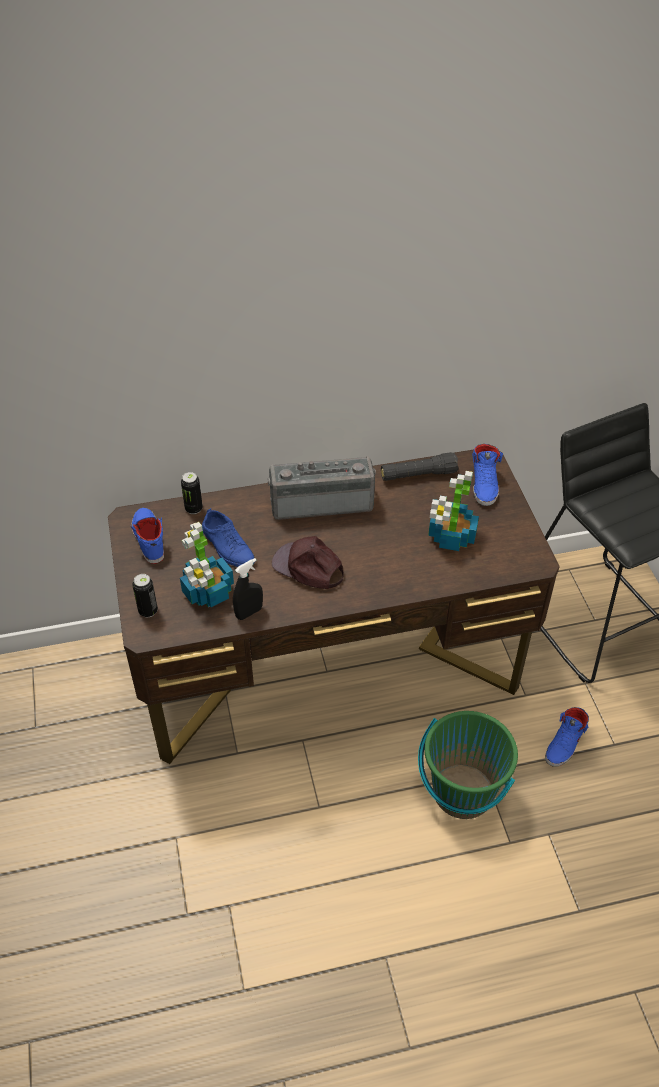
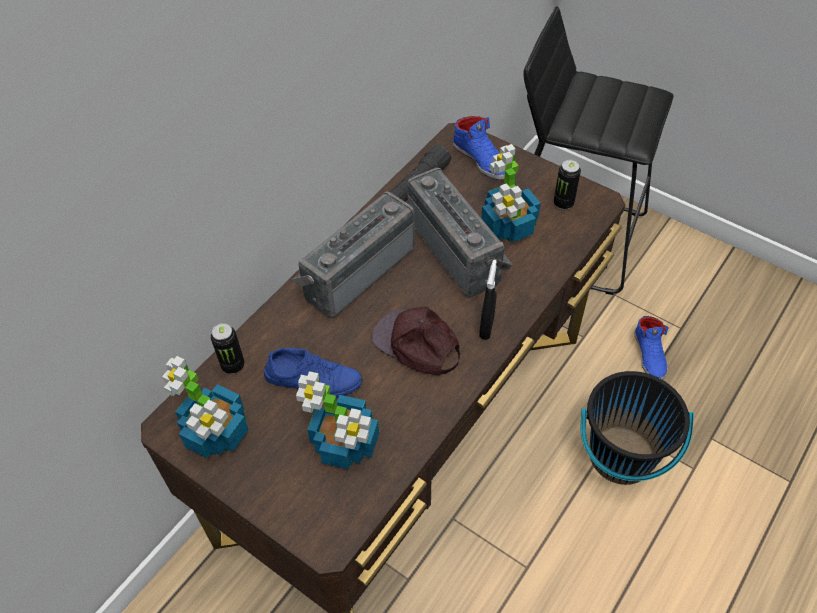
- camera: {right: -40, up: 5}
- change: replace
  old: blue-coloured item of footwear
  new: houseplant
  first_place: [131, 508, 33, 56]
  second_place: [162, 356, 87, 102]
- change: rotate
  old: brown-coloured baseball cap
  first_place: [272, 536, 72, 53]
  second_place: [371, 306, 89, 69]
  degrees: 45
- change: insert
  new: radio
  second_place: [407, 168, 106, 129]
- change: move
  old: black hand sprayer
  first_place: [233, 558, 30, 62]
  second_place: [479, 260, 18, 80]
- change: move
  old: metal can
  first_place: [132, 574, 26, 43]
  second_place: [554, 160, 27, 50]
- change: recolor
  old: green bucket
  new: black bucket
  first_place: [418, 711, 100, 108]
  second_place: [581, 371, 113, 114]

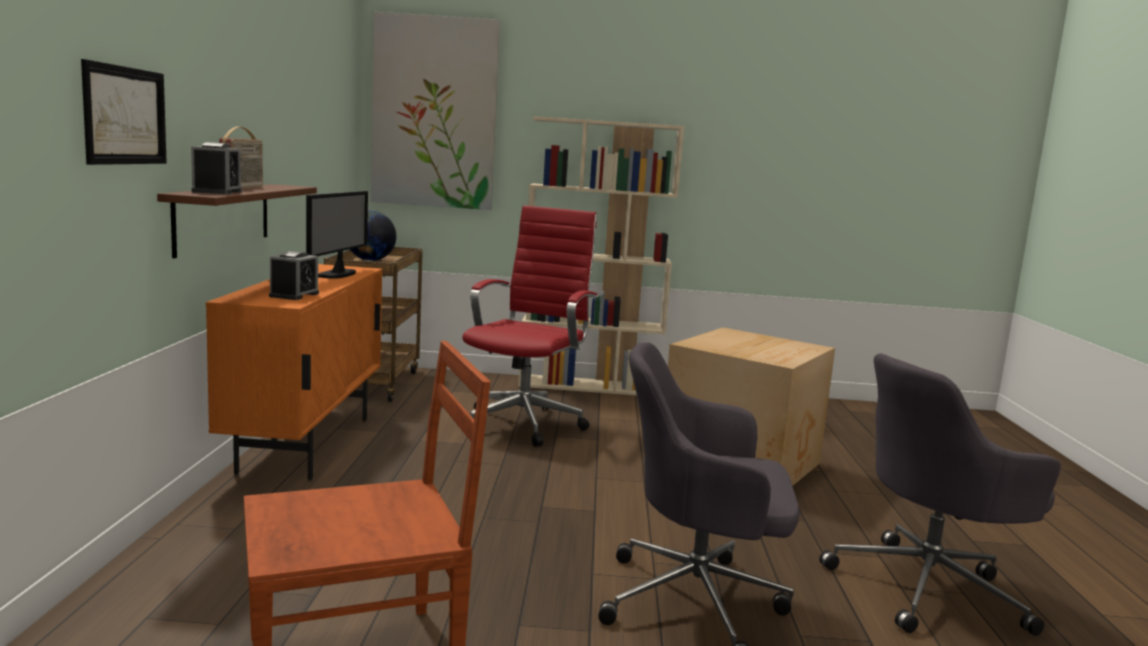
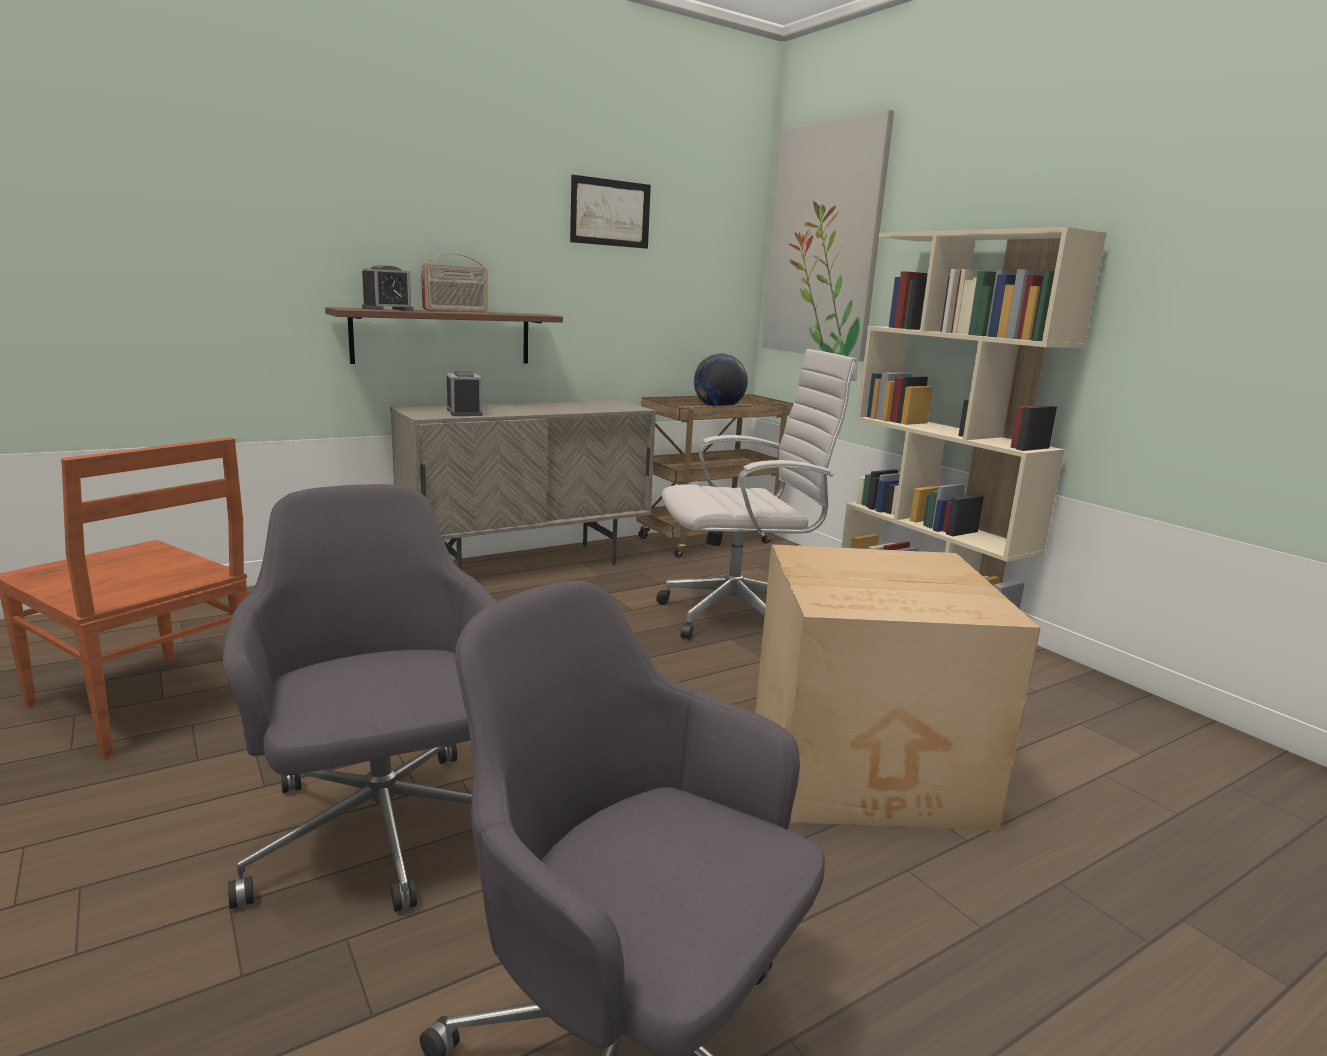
- camera: {right: 55, up: 5}
- change: recolor
  old: orange-coloured cupboard
  new: beige-coloured cupboard
  first_place: [206, 264, 176, 217]
  second_place: [390, 400, 266, 170]
- change: rotate
  old: alarm clock
  first_place: [269, 251, 50, 49]
  second_place: [446, 371, 37, 45]
  degrees: -90
- change: move
  old: wall picture
  first_place: [81, 59, 86, 106]
  second_place: [570, 175, 81, 74]
- change: recolor
  old: red-coloured computer chair
  new: whitish computer chair
  first_place: [462, 206, 136, 241]
  second_place: [656, 349, 201, 291]
- change: delete
  old: monitor
  first_place: [306, 191, 62, 88]

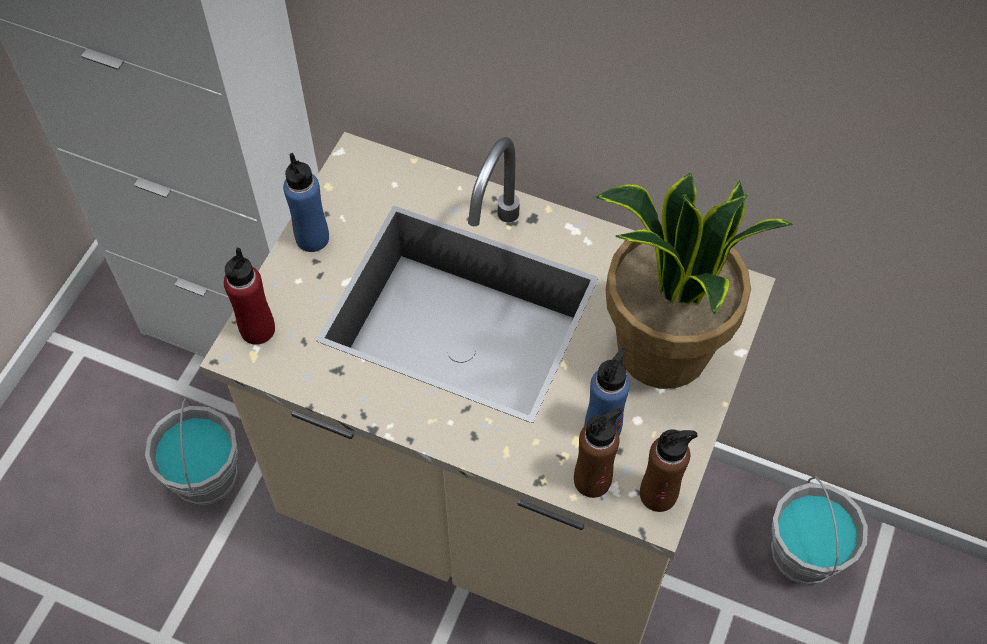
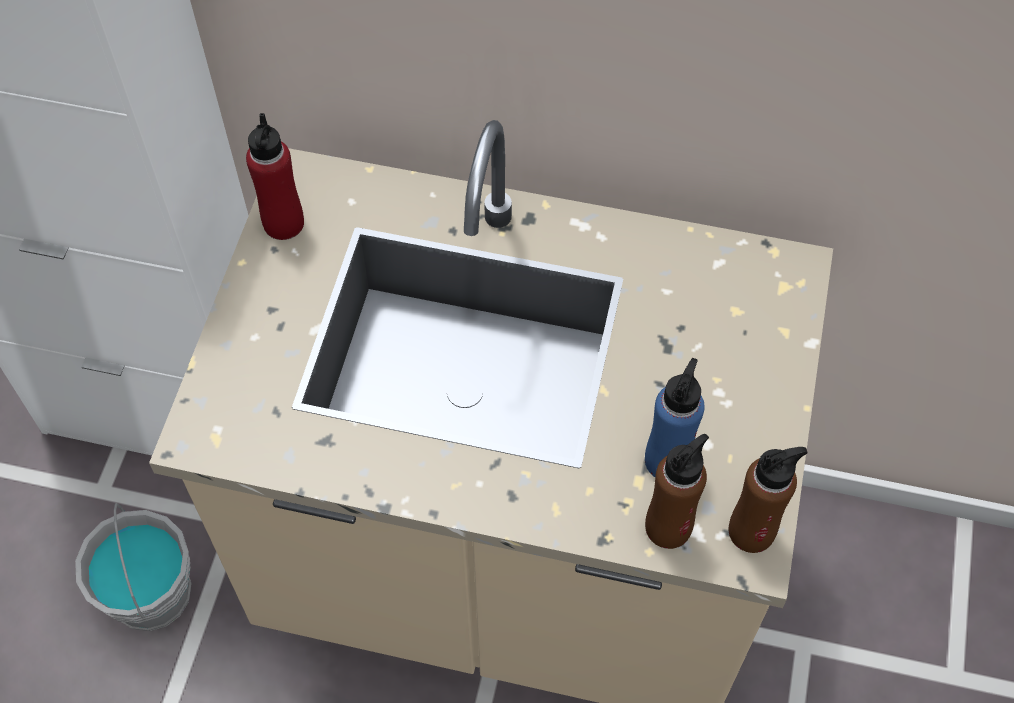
- camera: {right: -10, up: 0}
- change: move
  old: red-coloured beverage bottle
  first_place: [224, 248, 51, 97]
  second_place: [246, 113, 58, 127]
- change: delete
  old: blue-coloured beverage bottle
  first_place: [283, 153, 46, 99]
- change: delete
  old: houseplant
  first_place: [595, 173, 199, 216]
- change: delete
  old: greyish bucket
  first_place: [771, 476, 97, 109]

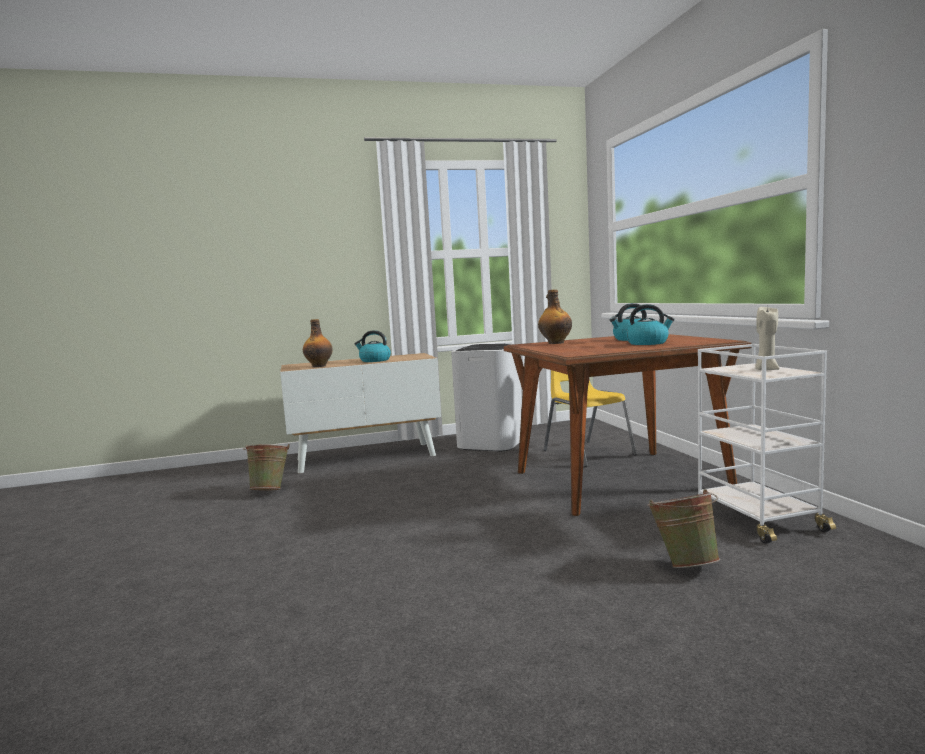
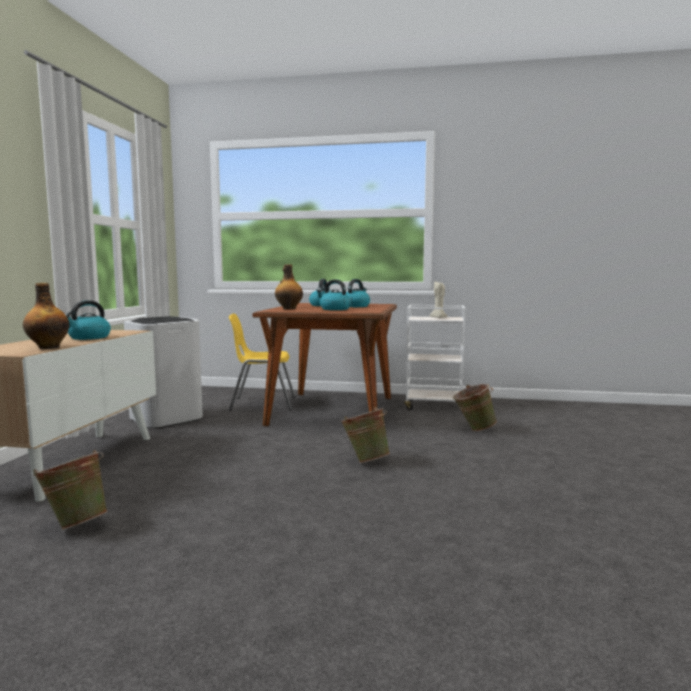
- camera: {right: -65, up: 0}
- change: insert
  new: water kettle
  second_place: [320, 279, 31, 31]
- change: insert
  new: green bucket
  second_place: [340, 407, 50, 56]

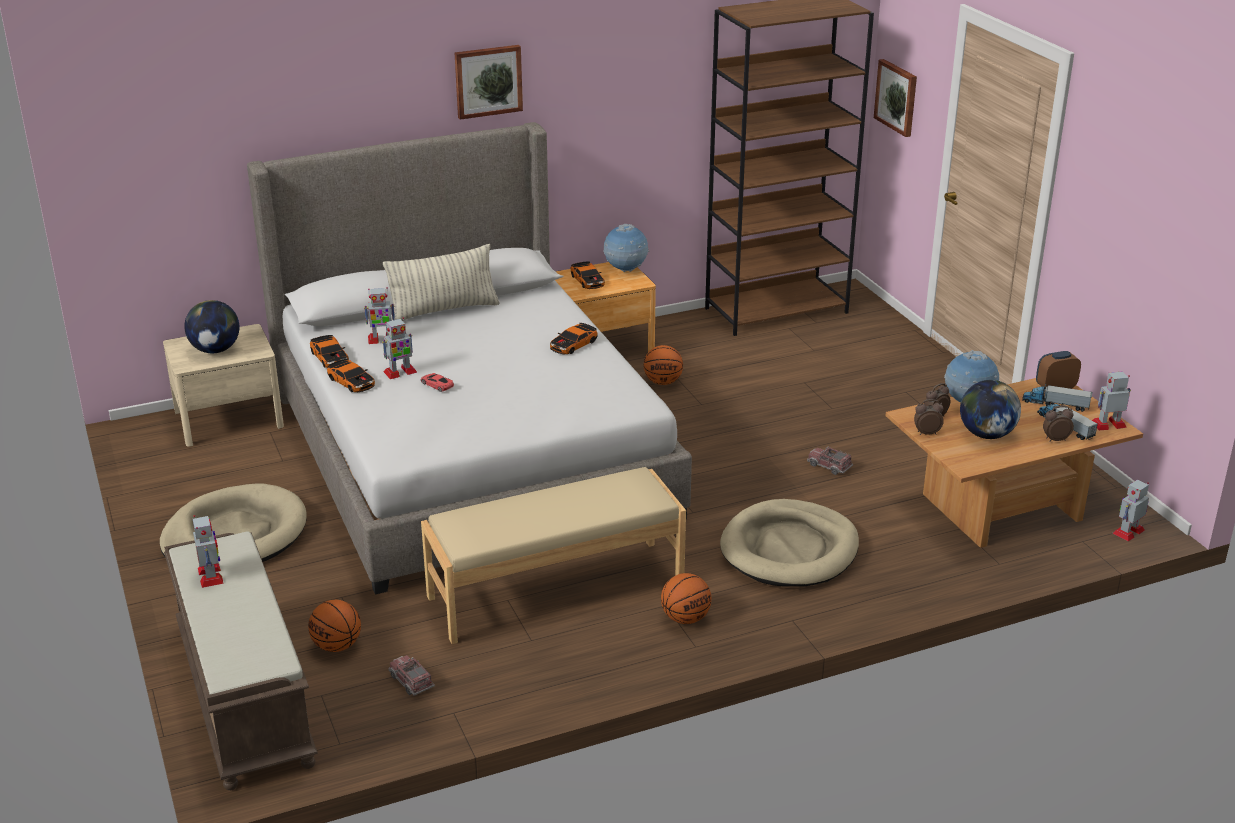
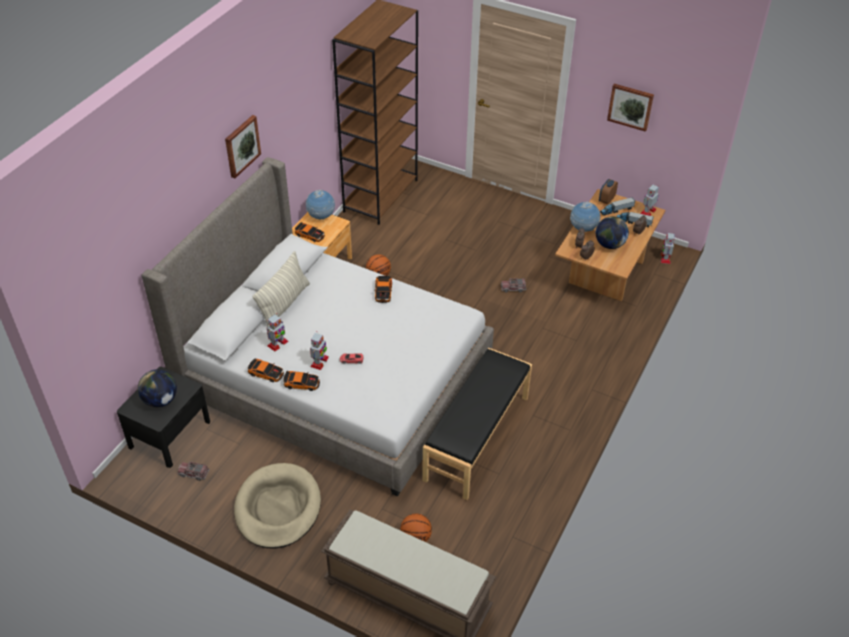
- camera: {right: -40, up: 15}
- change: recolor
  old: beige-coloured nightstand
  new: black nightstand
  first_place: [163, 324, 121, 123]
  second_place: [117, 366, 93, 102]
- change: move
  old: model truck
  first_place: [389, 655, 46, 41]
  second_place: [178, 462, 32, 19]
- change: recolor
  old: beige-coloured indoor bench
  new: black indoor bench
  first_place: [421, 467, 265, 177]
  second_place: [422, 348, 110, 152]
- change: move
  old: wall picture
  first_place: [874, 59, 43, 78]
  second_place: [607, 84, 47, 48]
- change: delete
  old: toy robot
  first_place: [193, 515, 30, 73]
- change: delete
  old: ball for basketball
  first_place: [661, 573, 50, 51]
- change: delete
  old: beige-coloured dog bed
  first_place: [720, 499, 139, 88]

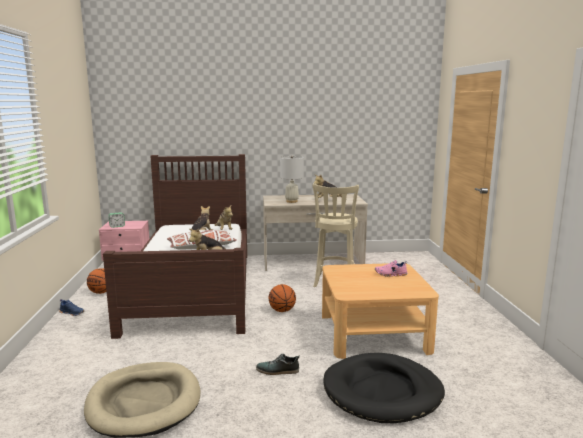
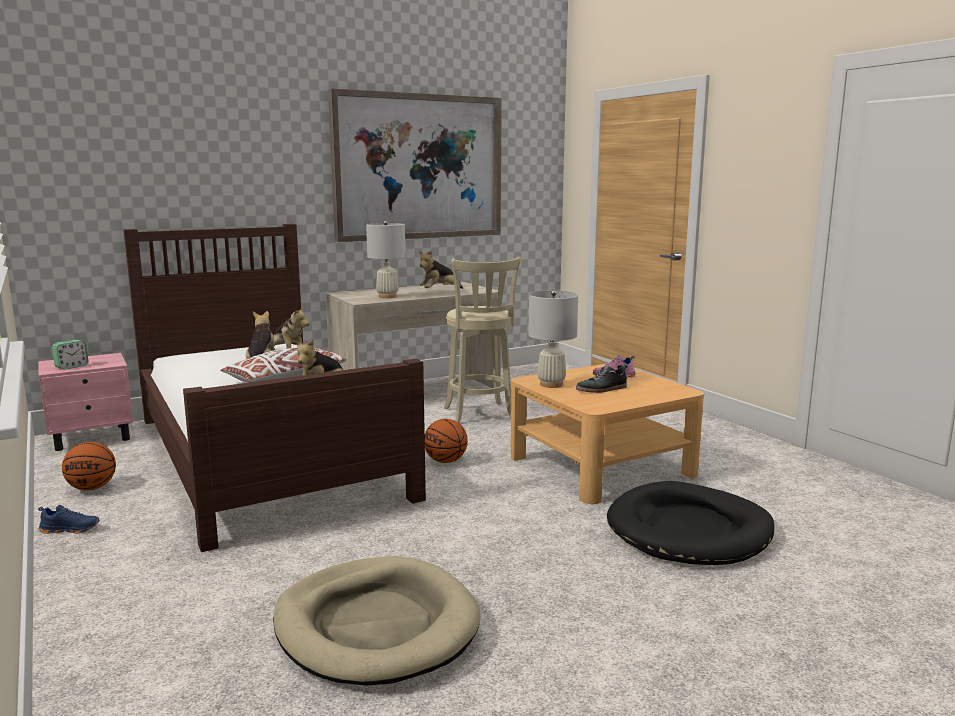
- camera: {right: -25, up: 0}
- change: insert
  new: wall picture
  second_place: [328, 89, 174, 153]
- change: insert
  new: whitish lamp for a table
  second_place: [528, 290, 50, 98]
- change: move
  old: item of footwear
  first_place: [256, 354, 44, 21]
  second_place: [576, 365, 51, 28]

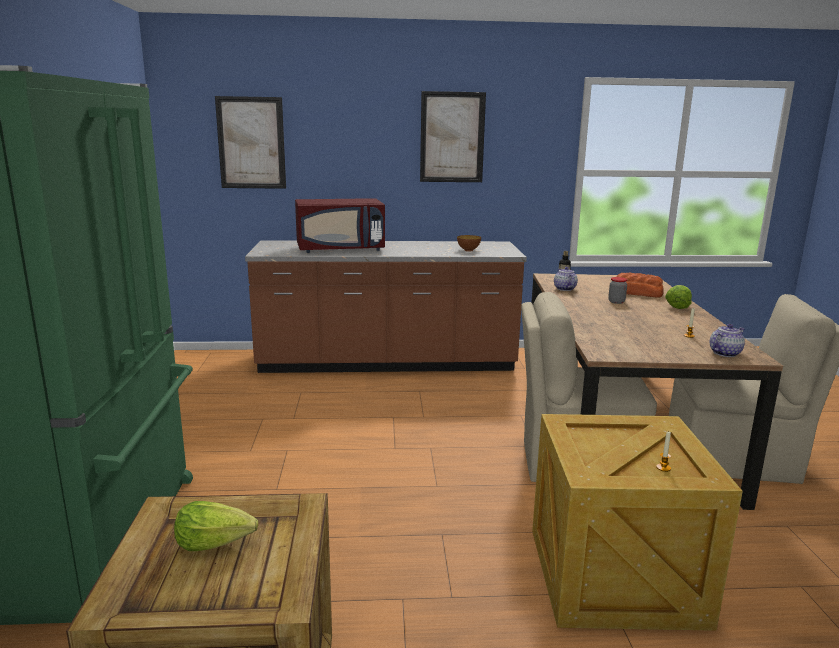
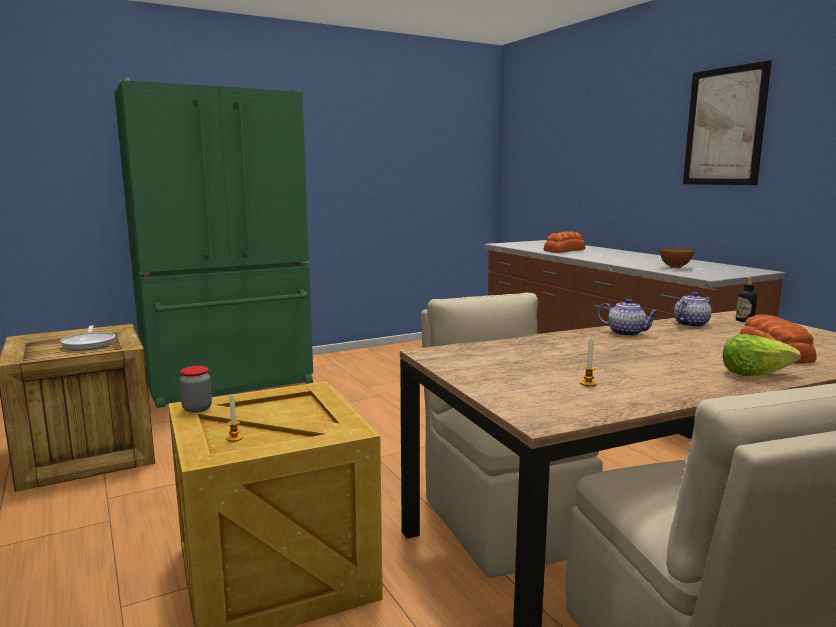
- camera: {right: 65, up: -5}
- change: replace
  old: lettuce
  new: pan
  first_place: [174, 501, 84, 50]
  second_place: [60, 325, 55, 25]
- change: move
  old: preserve jar
  first_place: [608, 277, 19, 27]
  second_place: [179, 366, 33, 47]
- change: replace
  old: red-coloured microwave
  new: baked bread
  first_place: [295, 199, 90, 54]
  second_place: [543, 231, 42, 21]
- change: move
  old: tea pot
  first_place: [710, 324, 35, 33]
  second_place: [597, 298, 63, 38]
- change: delete
  old: wall picture
  first_place: [215, 96, 71, 93]

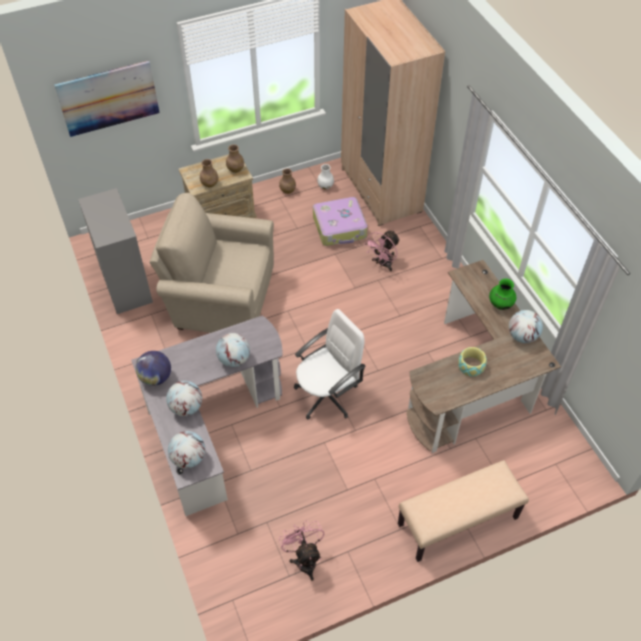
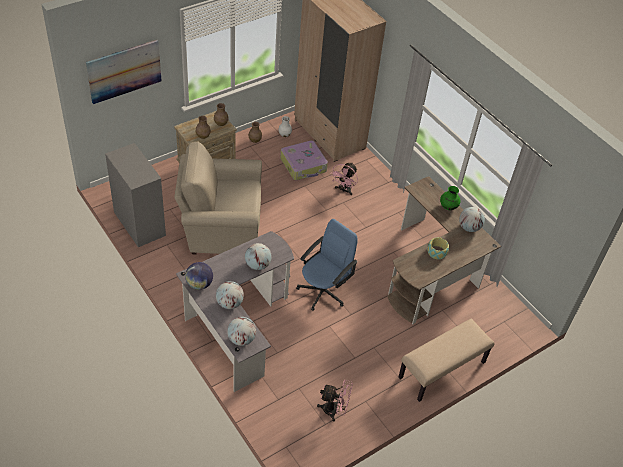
- camera: {right: -15, up: -5}
- change: recolor
  old: whitish computer chair
  new: blue-coloured computer chair
  first_place: [294, 309, 72, 111]
  second_place: [296, 219, 62, 92]
- change: rotate
  old: pink-coloured fan
  first_place: [279, 520, 45, 61]
  second_place: [317, 380, 36, 42]
  degrees: 135

